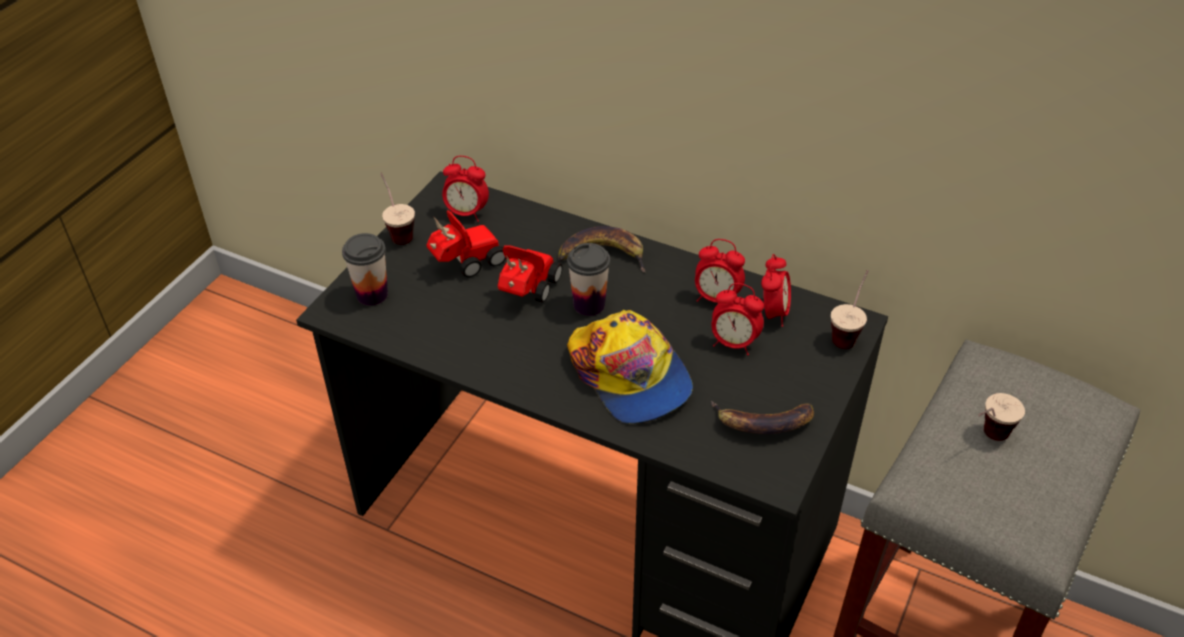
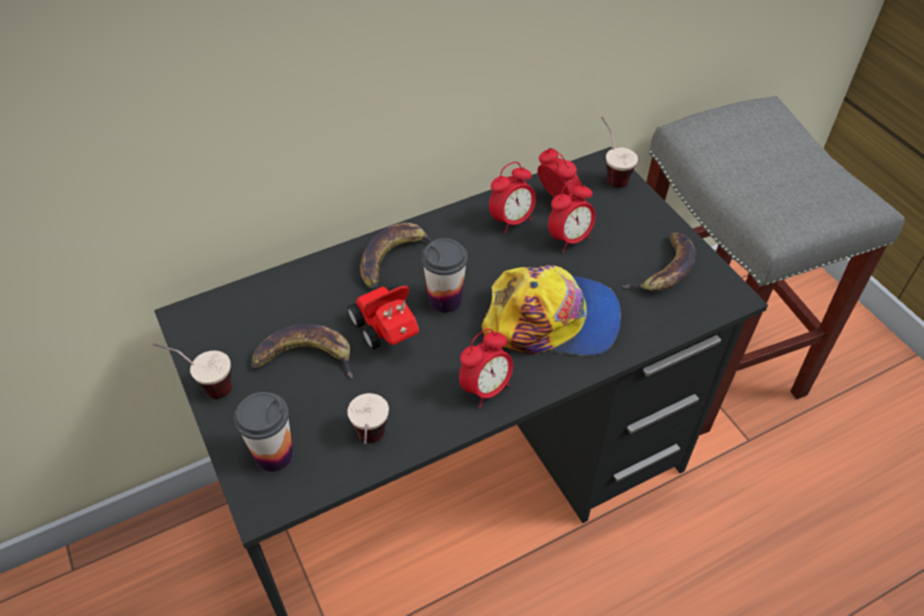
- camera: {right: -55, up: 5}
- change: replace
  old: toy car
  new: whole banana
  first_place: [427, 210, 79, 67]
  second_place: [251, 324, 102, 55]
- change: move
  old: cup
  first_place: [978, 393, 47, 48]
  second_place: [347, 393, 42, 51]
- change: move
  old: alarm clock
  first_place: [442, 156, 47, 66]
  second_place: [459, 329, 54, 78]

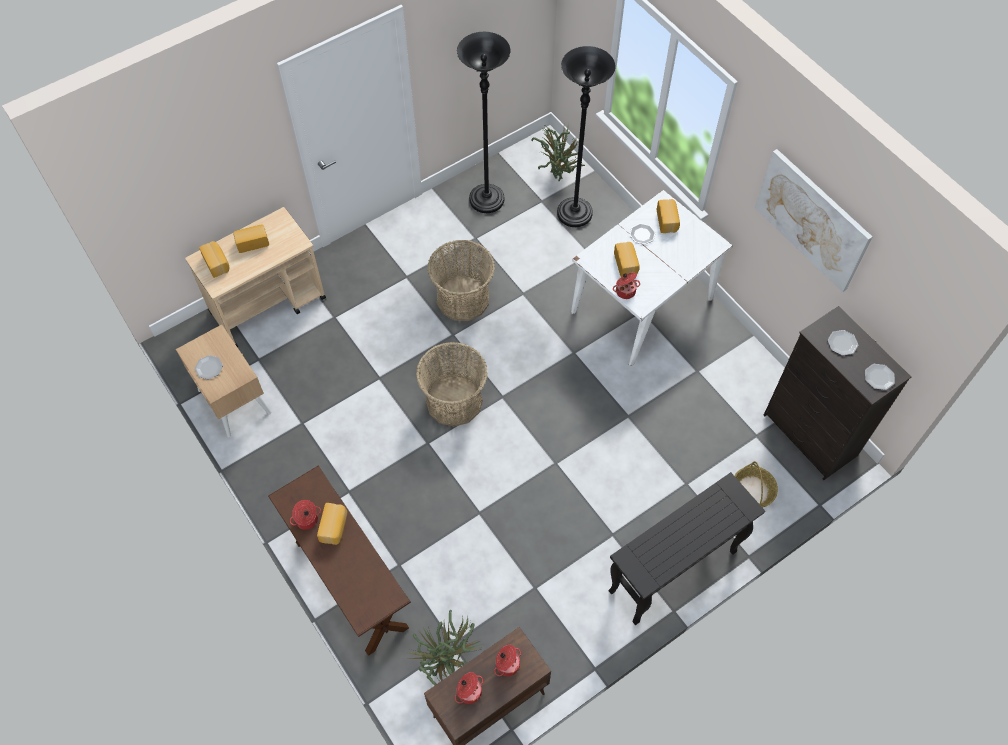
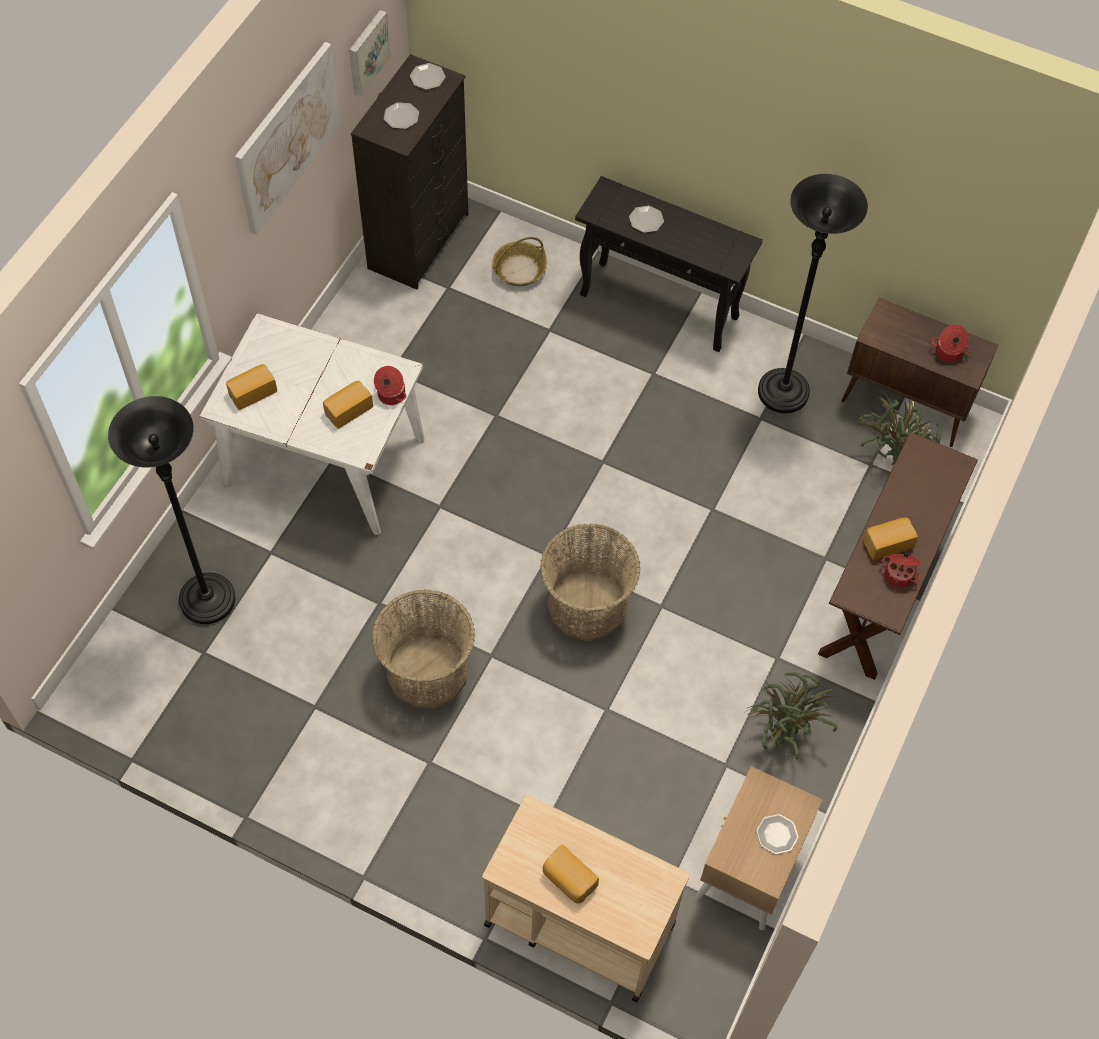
- camera: {right: -120, up: 0}
- change: insert
  new: wall picture
  second_place: [349, 10, 42, 87]
- change: move
  old: dinner plate
  first_place: [629, 223, 27, 22]
  second_place: [629, 205, 35, 28]
- change: move
  old: houseplant
  first_place: [531, 123, 54, 58]
  second_place: [745, 672, 95, 88]
- change: move
  old: black standing lamp
  first_place: [457, 32, 54, 181]
  second_place: [758, 174, 110, 239]
- change: delete
  old: baked bread
  first_place: [199, 241, 30, 37]
- change: delete
  old: saucepot
  first_place: [494, 645, 27, 31]

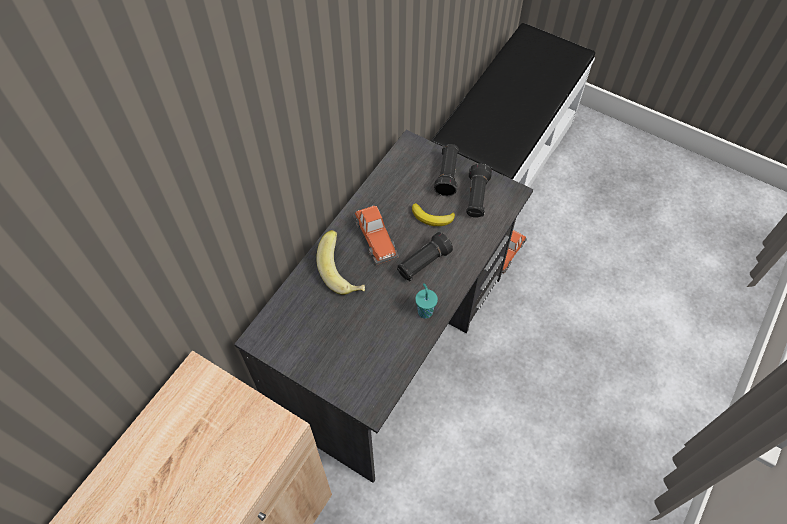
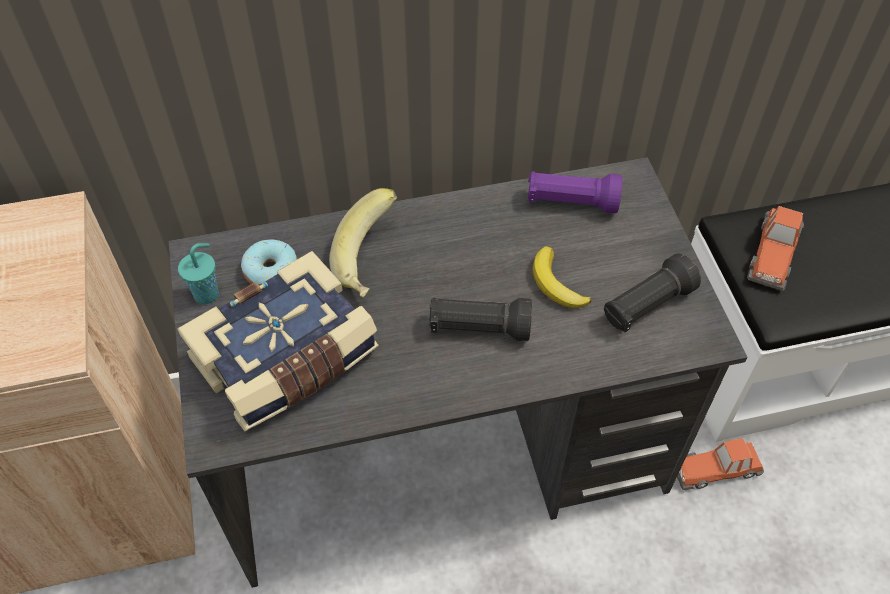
- camera: {right: 45, up: -5}
- change: insert
  new: volume
  second_place: [177, 251, 202, 181]
- change: move
  old: turquoise-coloured cup
  first_place: [415, 283, 23, 36]
  second_place: [178, 243, 41, 61]
- change: insert
  new: donut
  second_place: [241, 239, 56, 46]
- change: insert
  new: purple-coloured torch
  second_place: [528, 171, 94, 42]
- change: move
  old: toy car
  first_place: [353, 206, 46, 59]
  second_place: [747, 206, 57, 85]
- change: delete
  old: black torch
  first_place: [434, 144, 25, 52]

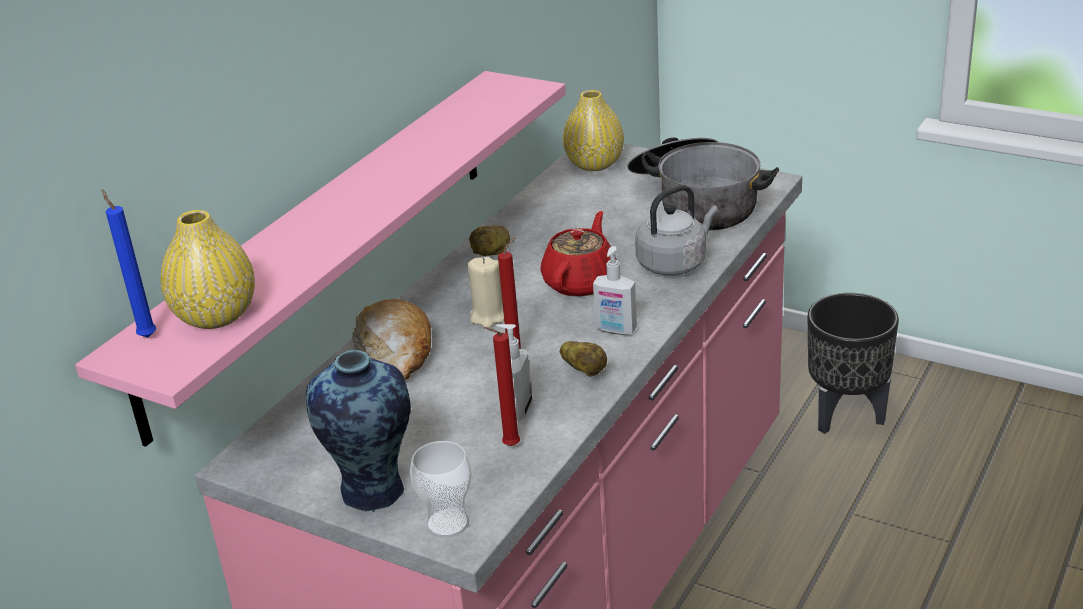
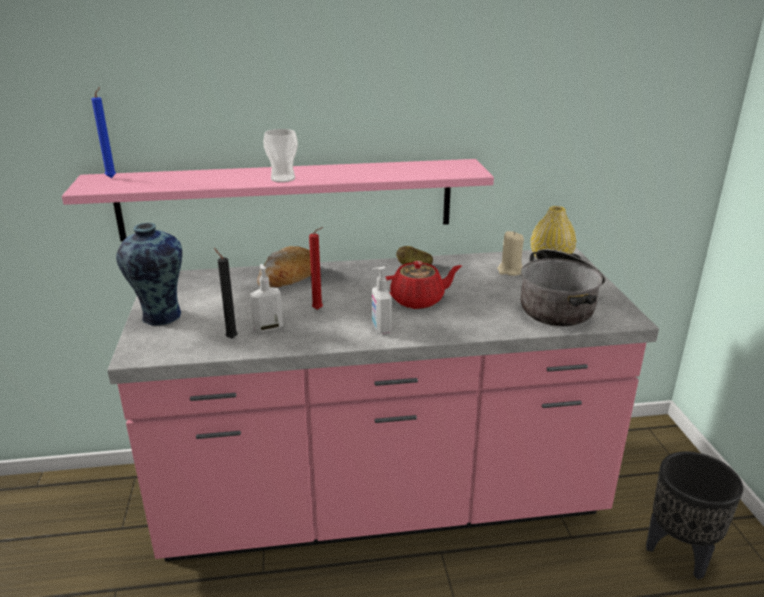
- camera: {right: 50, up: -5}
- change: recolor
  old: red-coloured candle
  new: black candle
  first_place: [484, 327, 36, 119]
  second_place: [214, 248, 24, 91]
- change: move
  old: cup
  first_place: [410, 441, 62, 97]
  second_place: [263, 129, 35, 54]
- change: move
  old: beige-coloured candle
  first_place: [468, 257, 36, 71]
  second_place: [497, 231, 27, 45]
- change: delete
  old: yellowish decorative vase
  first_place: [161, 210, 94, 119]
- change: delete
  old: potato
  first_place: [560, 341, 47, 36]
- change: delete
  old: greyish water kettle
  first_place: [635, 185, 83, 90]

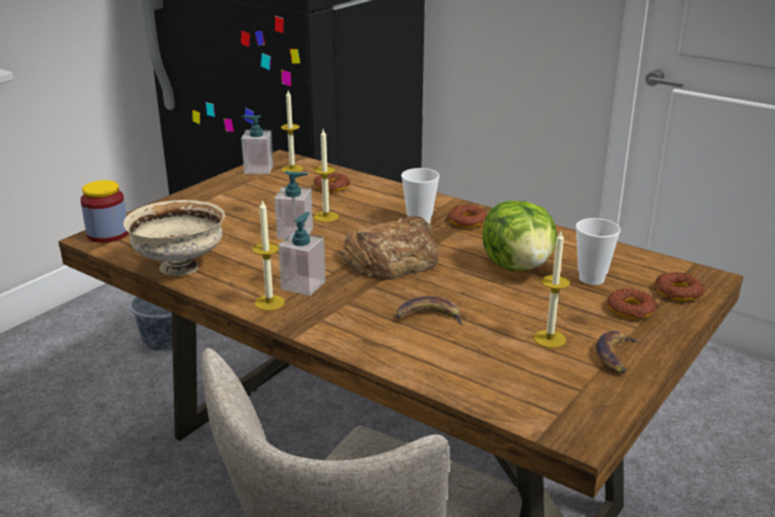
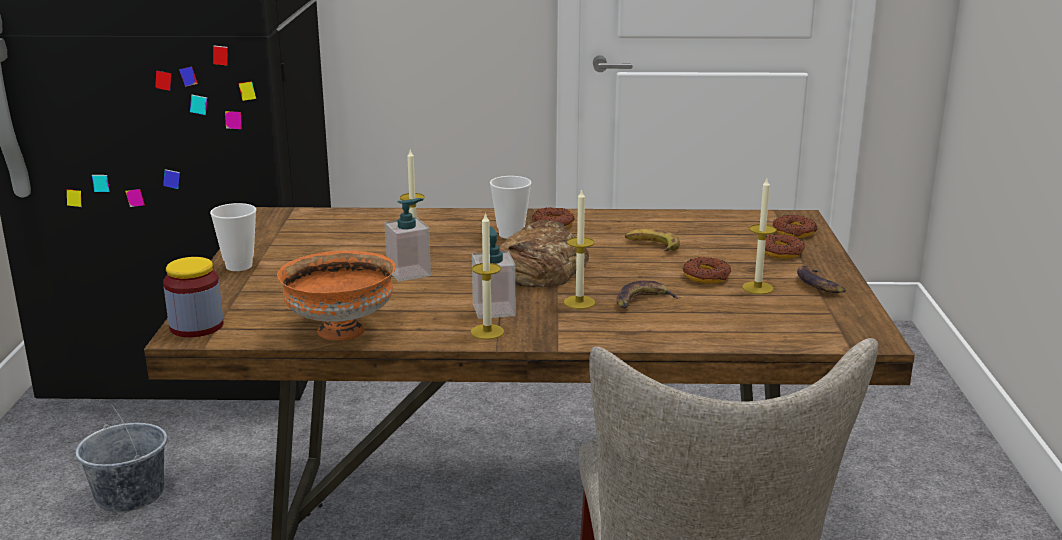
- camera: {right: -35, up: -5}
- change: move
  old: cup
  first_place: [576, 218, 44, 67]
  second_place: [210, 203, 46, 68]
- change: recolor
  old: beige-coloured serving bowl
  new: orange-coloured serving bowl
  first_place: [123, 200, 102, 76]
  second_place: [277, 251, 119, 89]
- change: move
  old: candle
  first_place: [281, 90, 22, 82]
  second_place: [564, 188, 31, 121]
- change: replace
  old: lettuce
  new: whole banana
  first_place: [482, 201, 75, 70]
  second_place: [625, 229, 55, 23]
- change: move
  old: donut
  first_place: [313, 172, 37, 20]
  second_place: [682, 257, 49, 27]
- change: delete
  old: soap dispenser
  first_place: [241, 115, 32, 59]

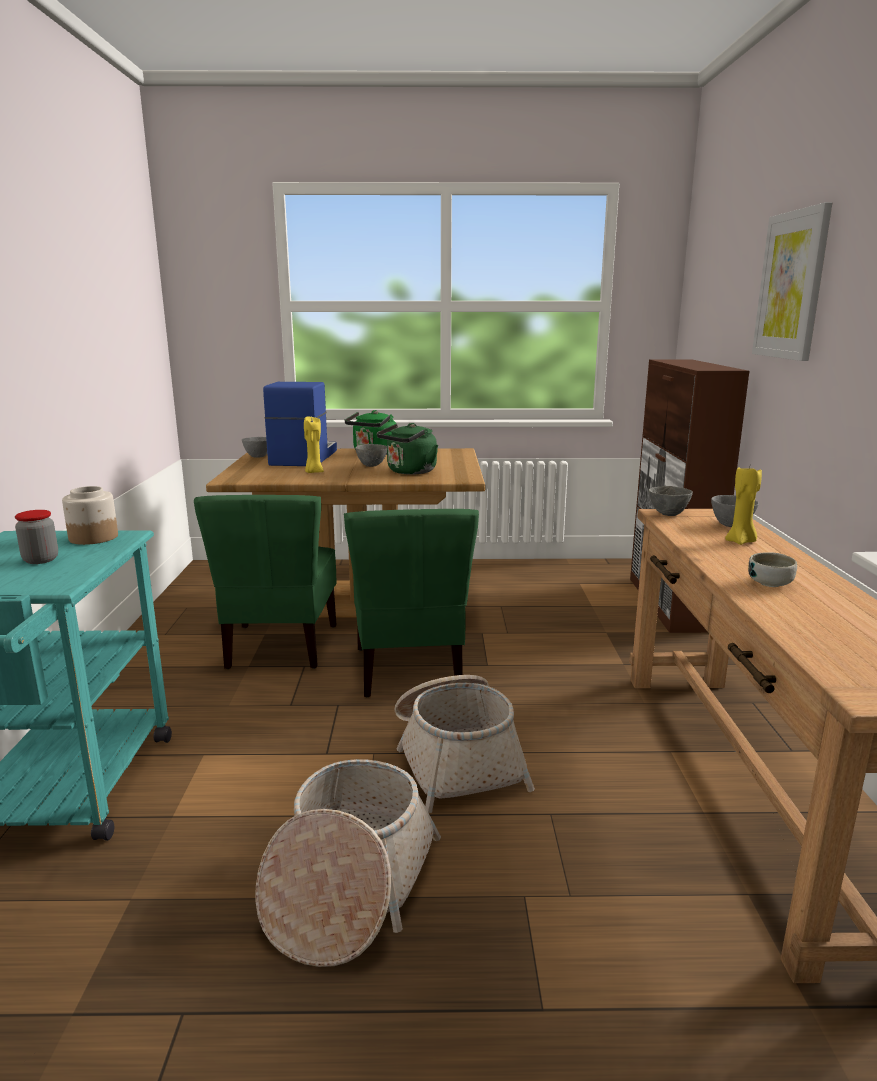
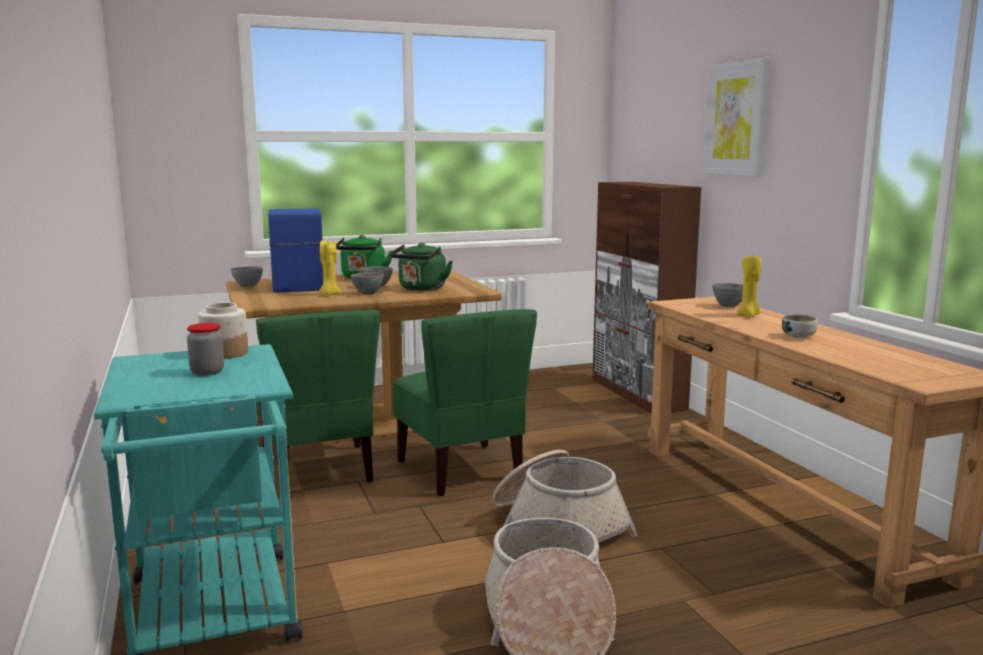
- camera: {right: -20, up: -5}
- change: move
  old: greyish serving bowl
  first_place: [648, 486, 45, 30]
  second_place: [350, 272, 34, 22]

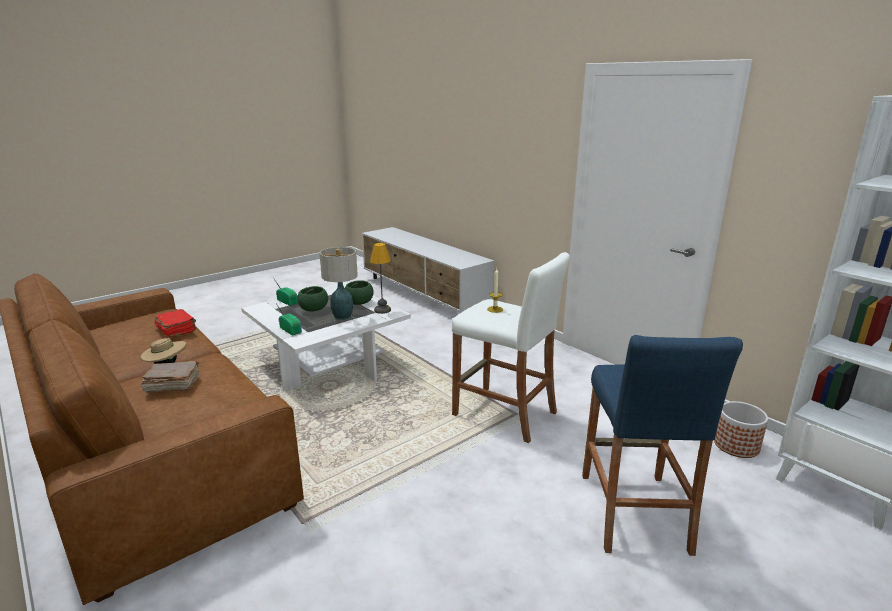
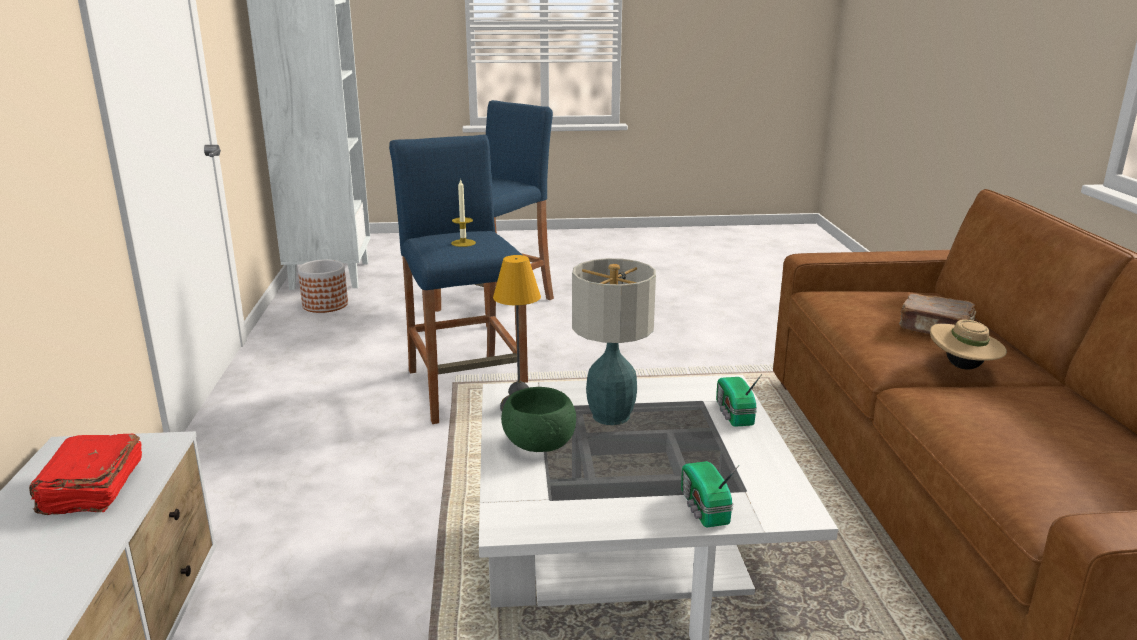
- camera: {right: -145, up: 0}
- change: move
  old: red-coloured volume
  first_place: [154, 309, 42, 28]
  second_place: [29, 434, 113, 81]
- change: recolor
  old: whitish stool
  new: blue-coloured stool
  first_place: [452, 252, 118, 191]
  second_place: [389, 134, 139, 290]
- change: delete
  old: green serving bowl
  first_place: [297, 286, 31, 26]

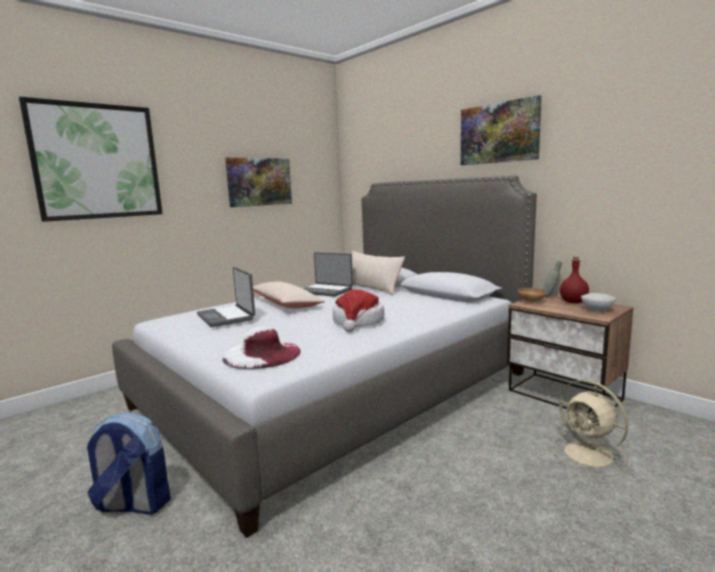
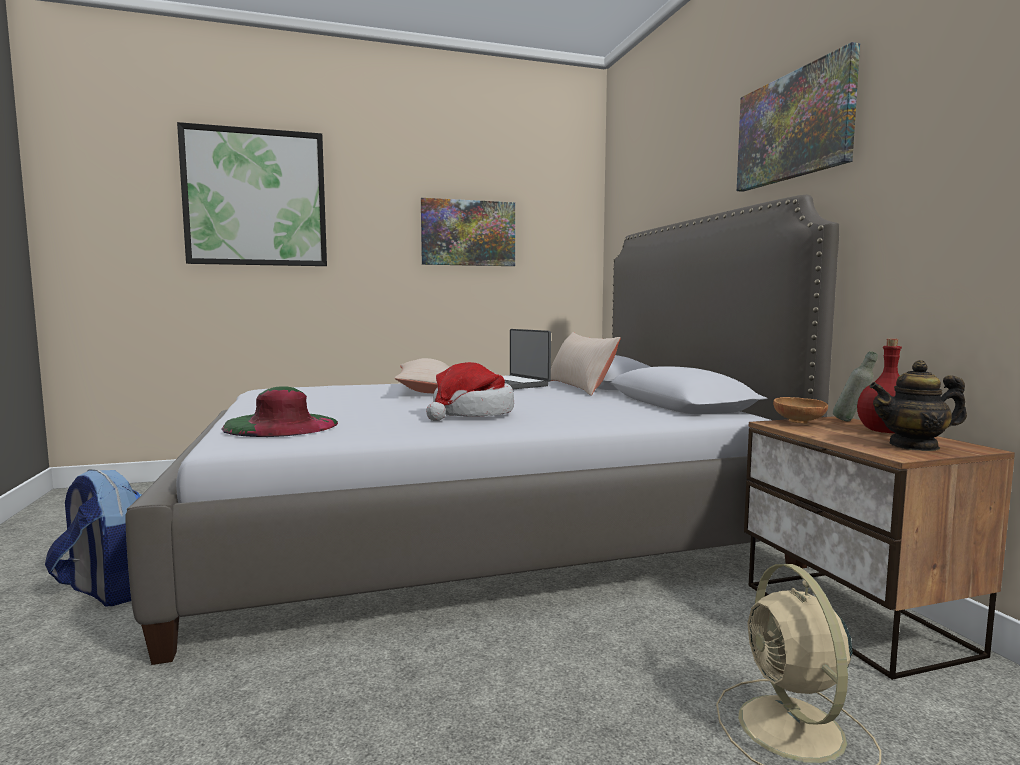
- camera: {right: 25, up: -5}
- change: recolor
  old: whitish hat
  new: green hat
  first_place: [223, 326, 78, 43]
  second_place: [221, 386, 117, 51]
- change: replace
  old: whitish serving bowl
  new: tea pot
  first_place: [581, 293, 35, 19]
  second_place: [870, 360, 97, 91]
- change: delete
  old: portable computer
  first_place: [197, 267, 58, 60]

